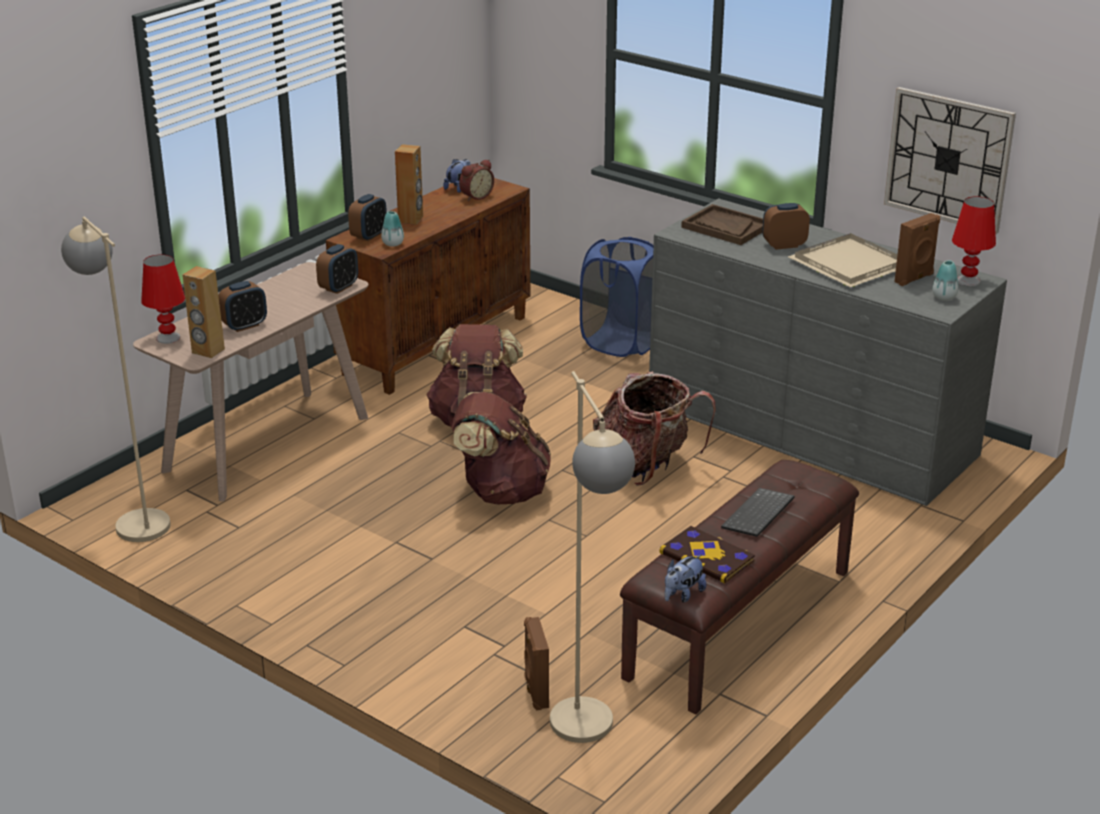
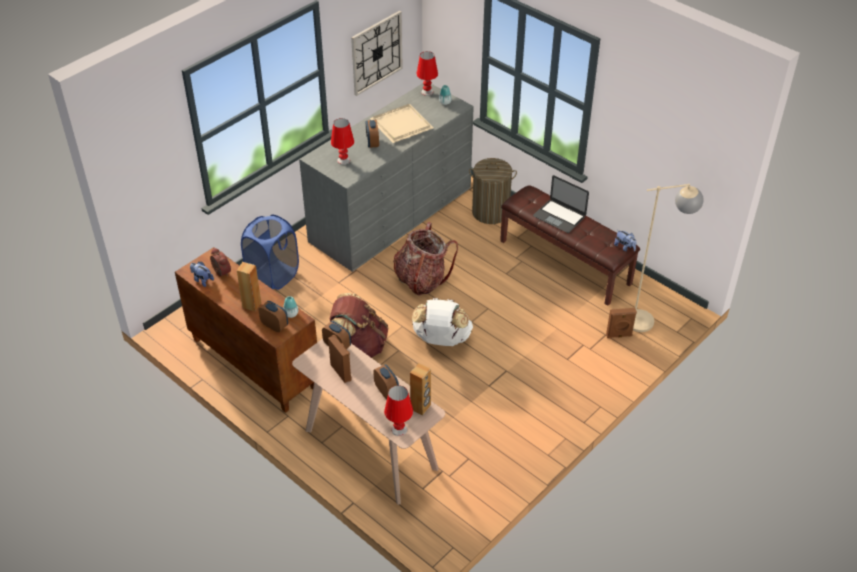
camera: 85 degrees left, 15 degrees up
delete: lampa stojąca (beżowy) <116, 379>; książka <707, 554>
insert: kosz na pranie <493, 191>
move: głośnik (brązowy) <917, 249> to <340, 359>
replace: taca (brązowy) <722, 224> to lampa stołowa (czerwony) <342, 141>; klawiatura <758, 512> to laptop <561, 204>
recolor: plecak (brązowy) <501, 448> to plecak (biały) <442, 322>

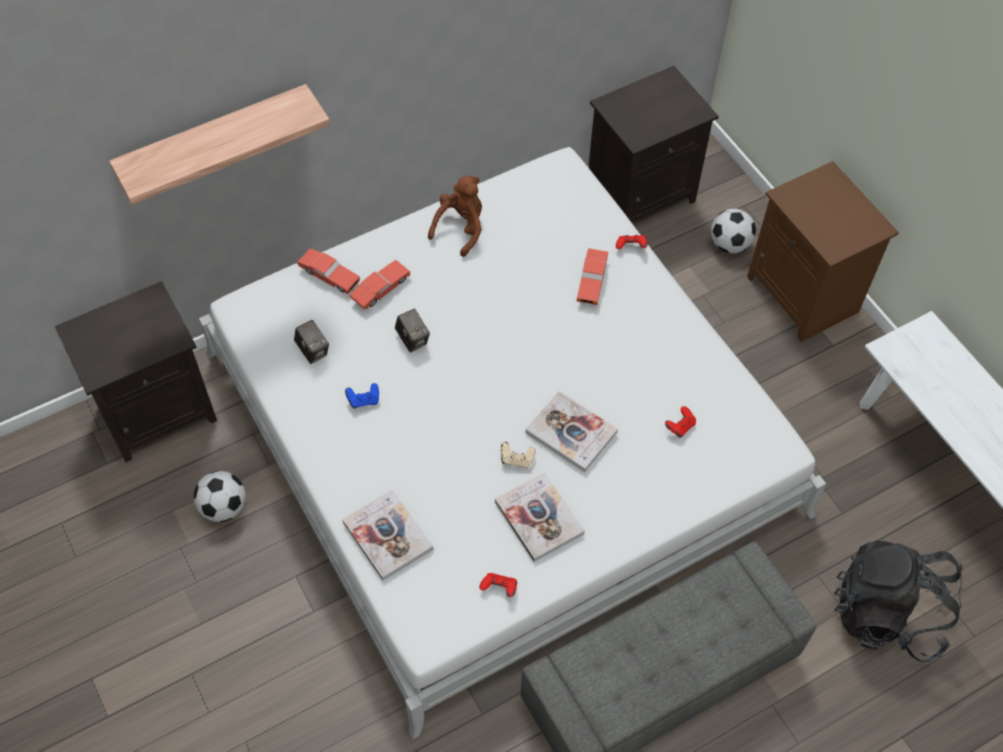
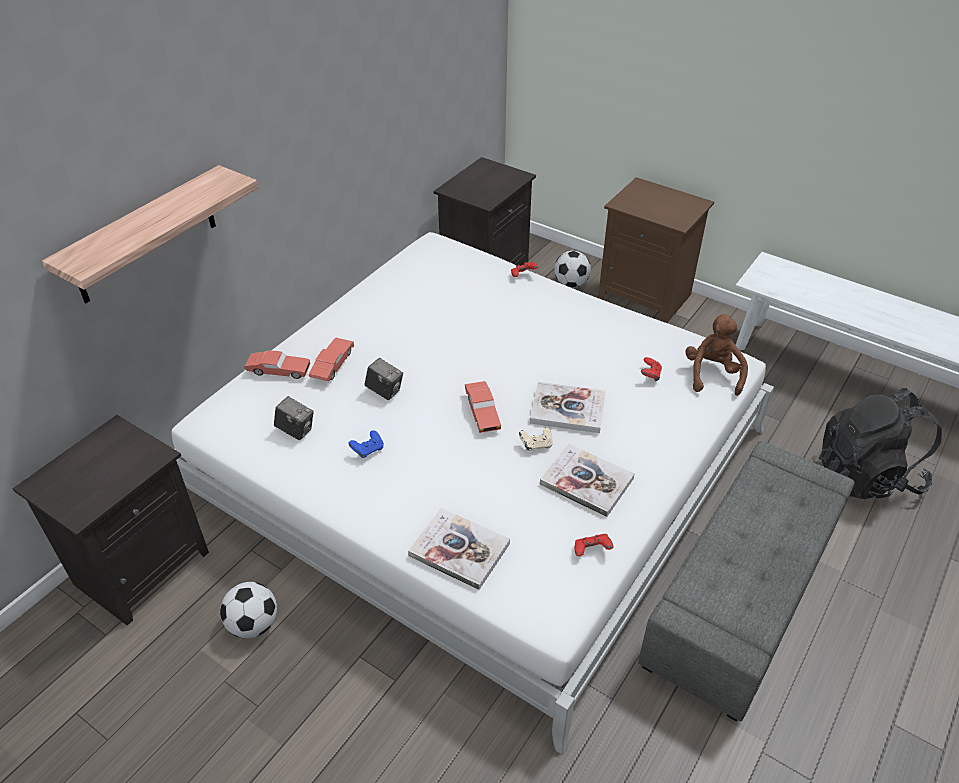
camera: 25 degrees left, 15 degrees down
move: pluszak (brązowy) <455, 216> to <716, 355>; samochodzik (czerwony) <592, 276> to <483, 407>

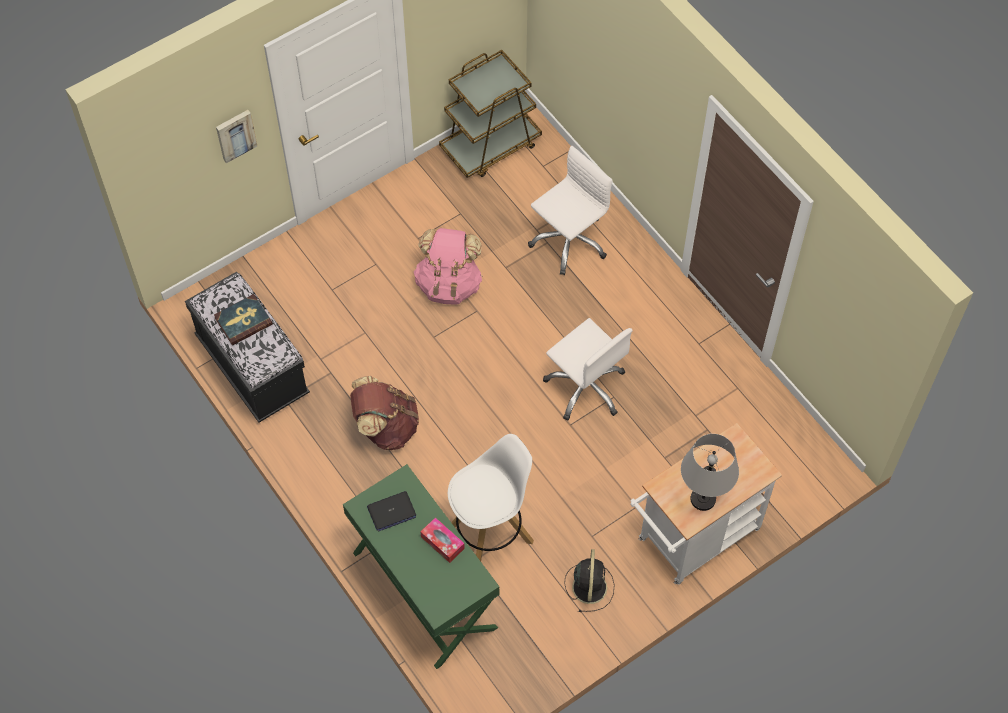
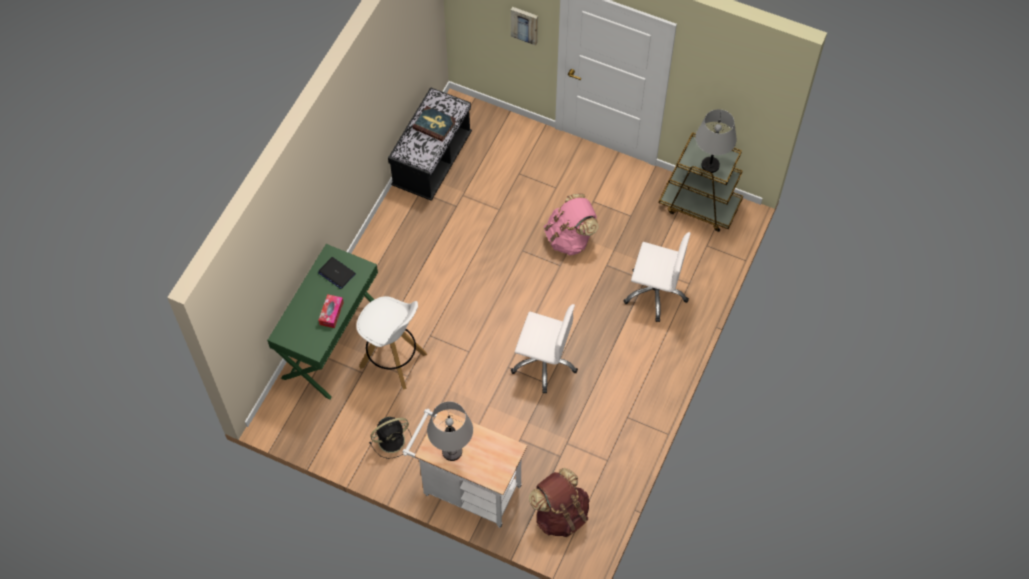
camera: 60 degrees right, 0 degrees up
insert: lampa stołowa (szary) <716, 141>
move: plecak (brązowy) <384, 413> to <559, 502>
rotate: krzesło biurowe (biały) <588, 369> = <544, 348> 90 degrees counterclockwise

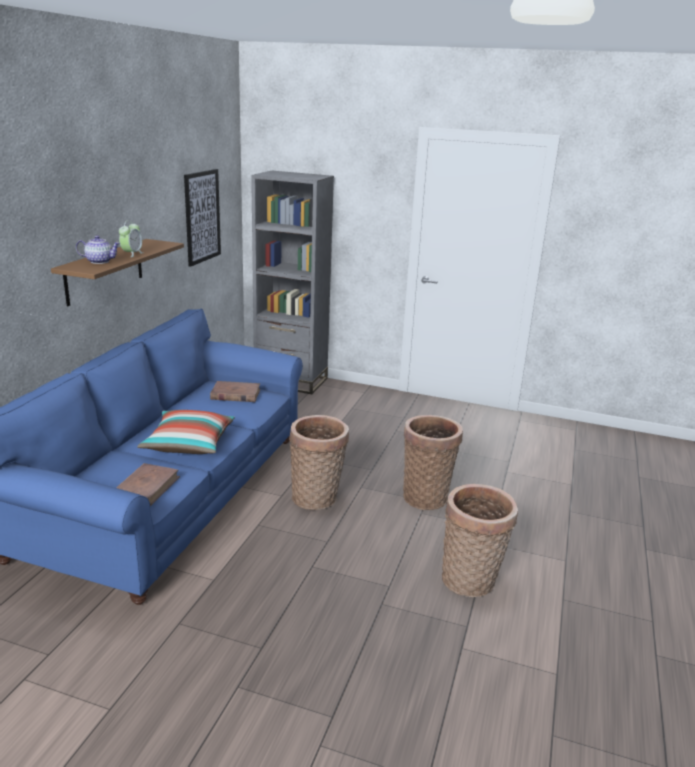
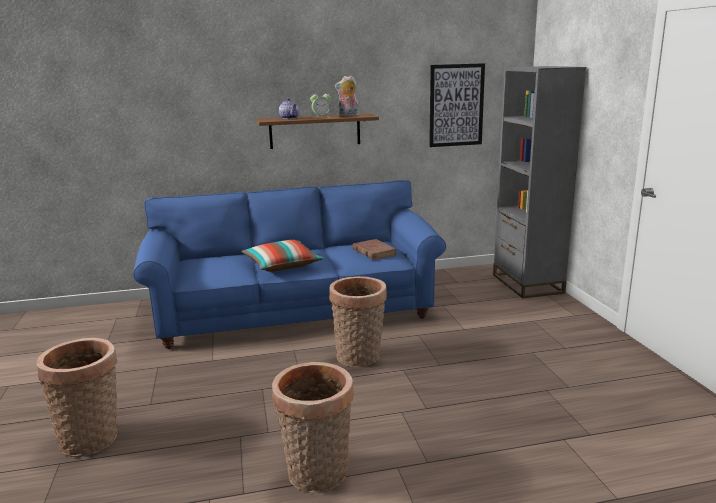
camera: 60 degrees right, 5 degrees down
delete: książka (brązowy) <148, 484>
insert: pluszak <347, 96>
move: koszyk <433, 462> to <77, 397>

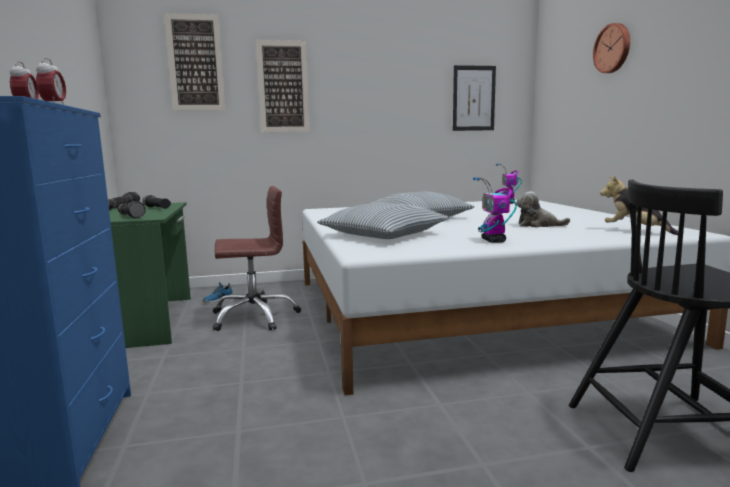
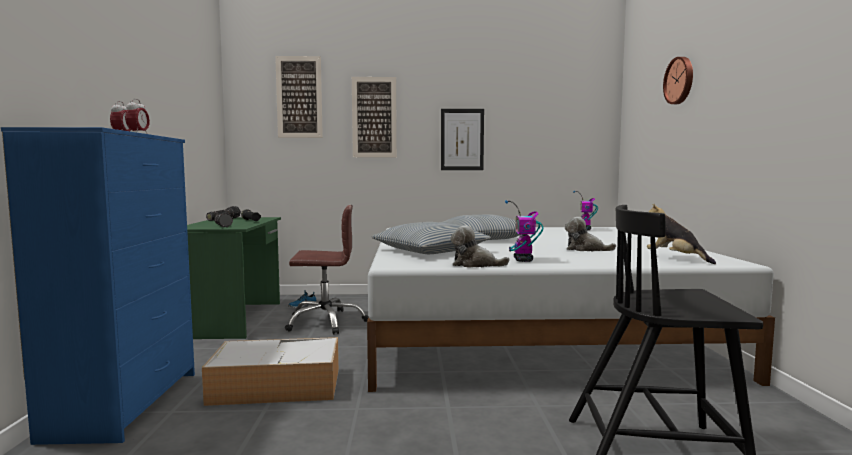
camera: 10 degrees right, 5 degrees down
insert: pojemnik do przechowywania <270, 371>; pluszak <480, 246>
move: obraz <474, 98> to <462, 139>

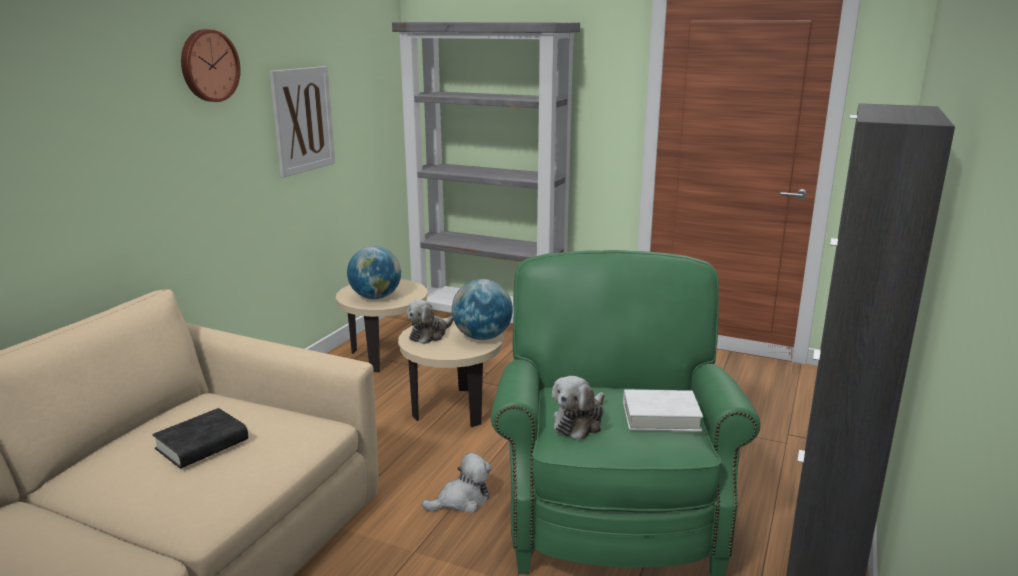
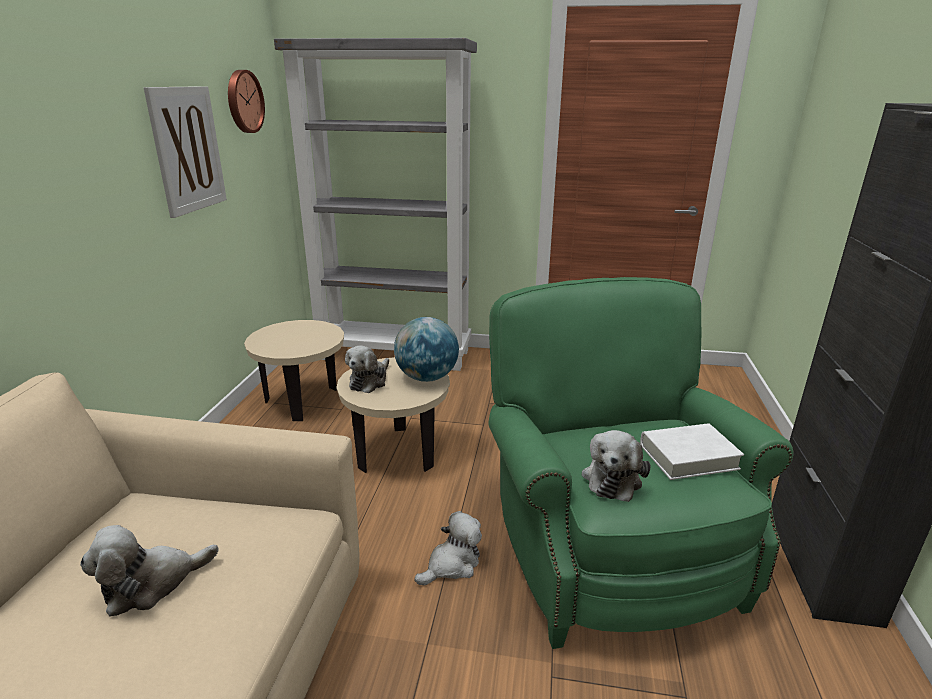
camera: 15 degrees left, 5 degrees up
delete: globus <374, 272>
move: zegar ścienny <211, 65> to <246, 101>
replace: książka (czarny) <200, 438> to pluszak <149, 571>

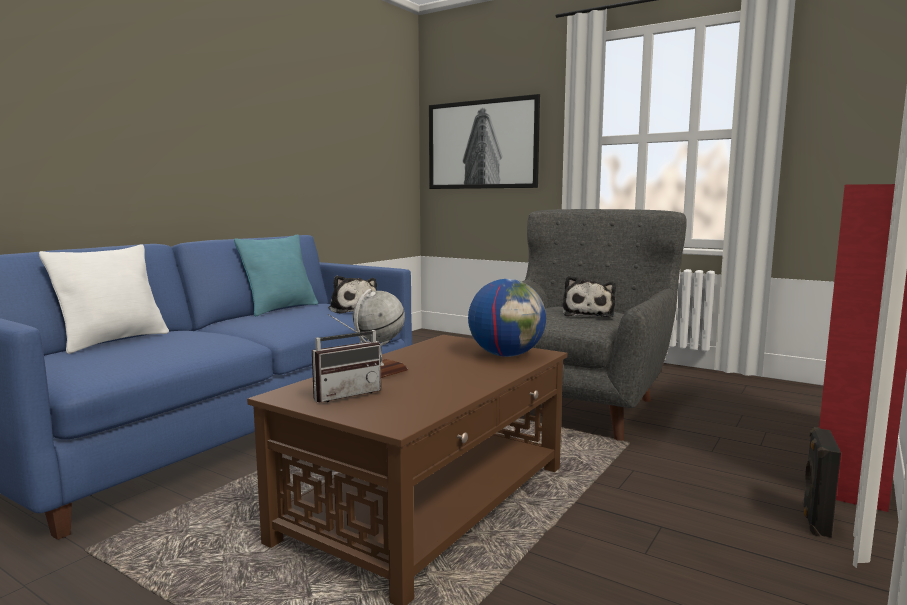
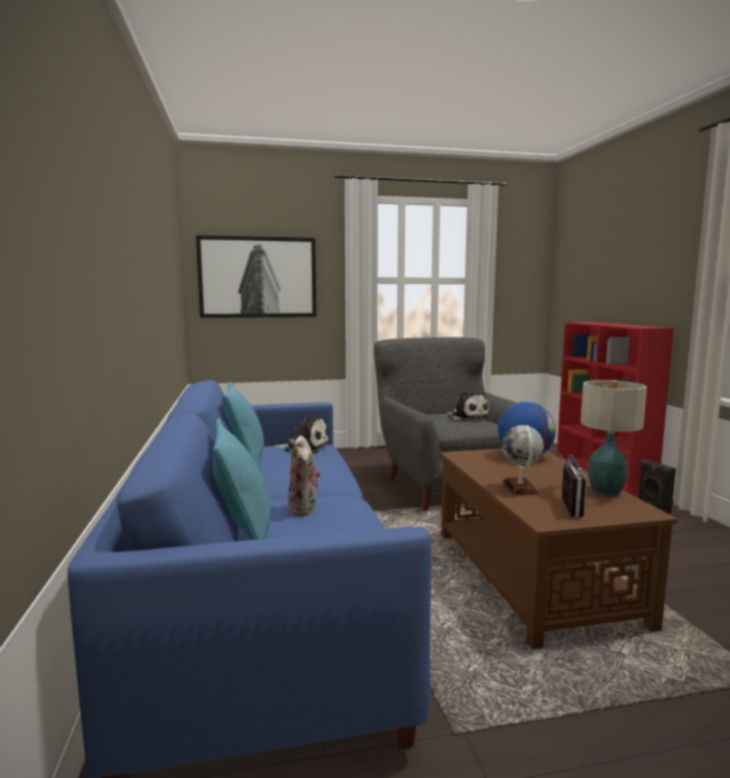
camera: 45 degrees left, 0 degrees up
insert: pluszak <304, 475>; lampa stołowa <614, 438>
recolor: poduszka (biały) <104, 299> to poduszka (turkusowy) <242, 479>

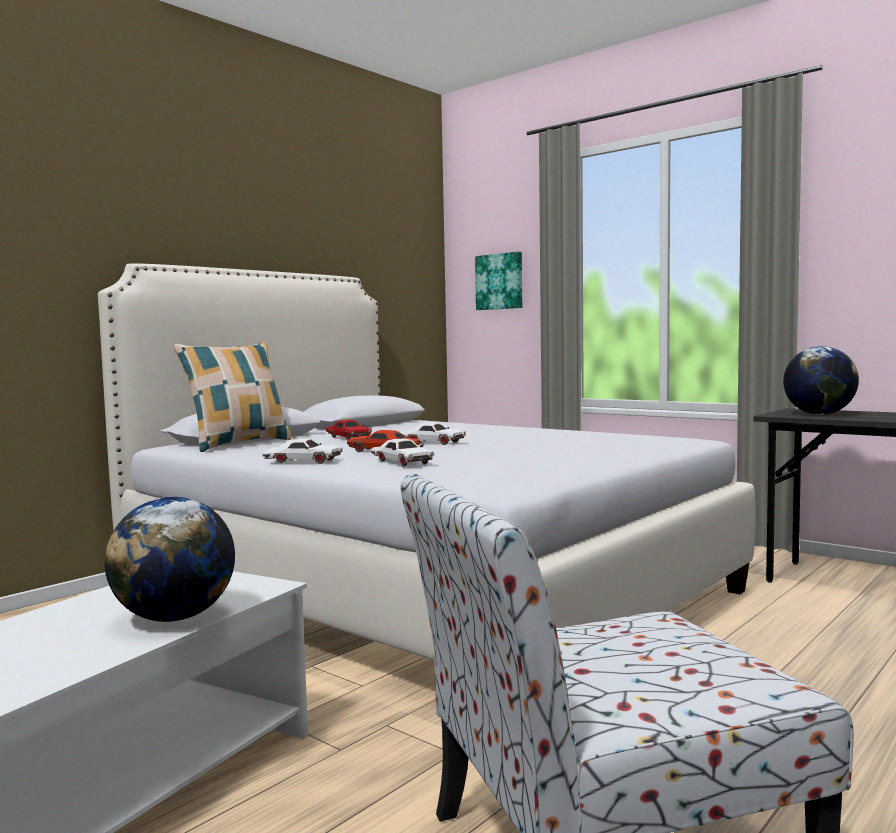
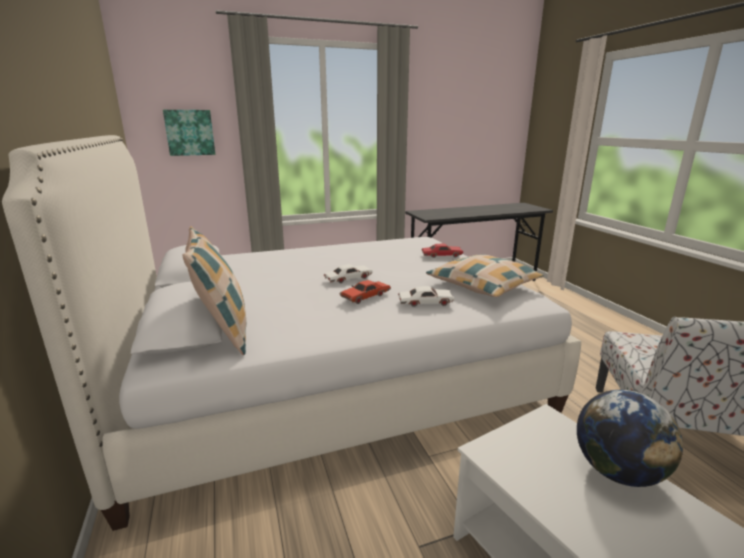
camera: 60 degrees left, 15 degrees up
delete: samochodzik (biały) <302, 451>; globus <821, 380>
insert: poduszka <485, 275>
move: samochodzik (czerwony) <349, 430> to <442, 251>

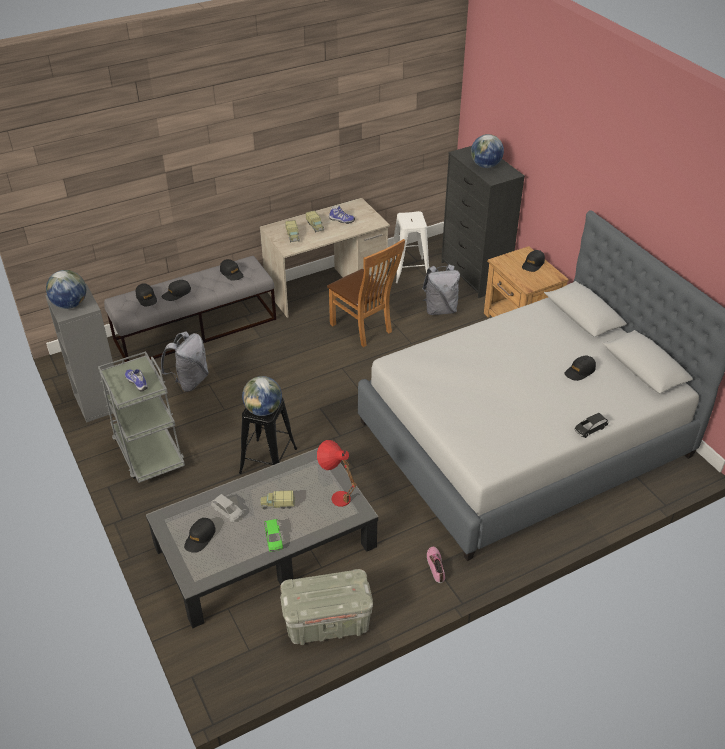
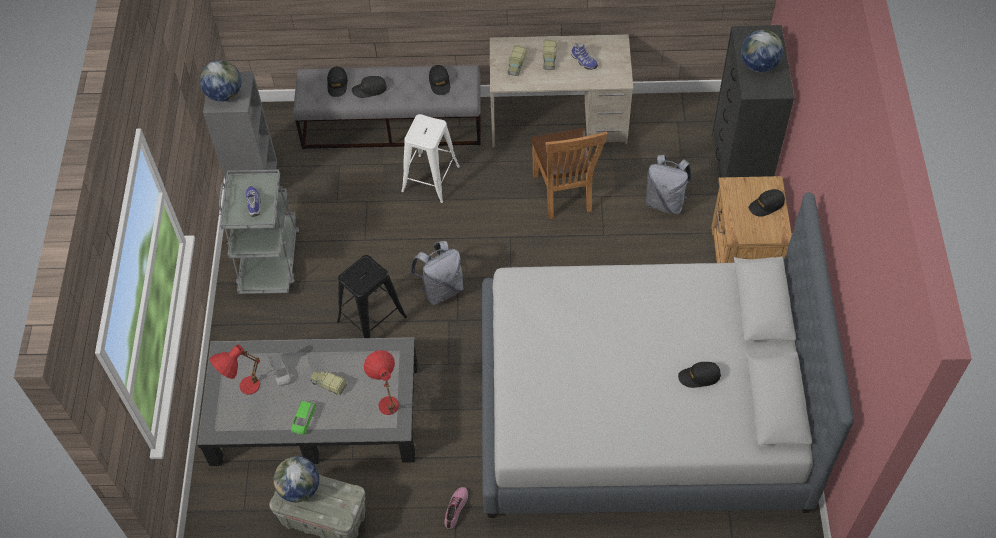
camera: 30 degrees right, 15 degrees up
delete: samochodzik (czarny) <591, 425>
move: plecak (szary) <185, 361> to <437, 273>; globus <262, 396> to <296, 479>; stołek (biały) <409, 247> to <430, 158>
replace: czapka z daszkiem (czarny) <200, 535> to lampa stołowa (czerwony) <235, 369>

